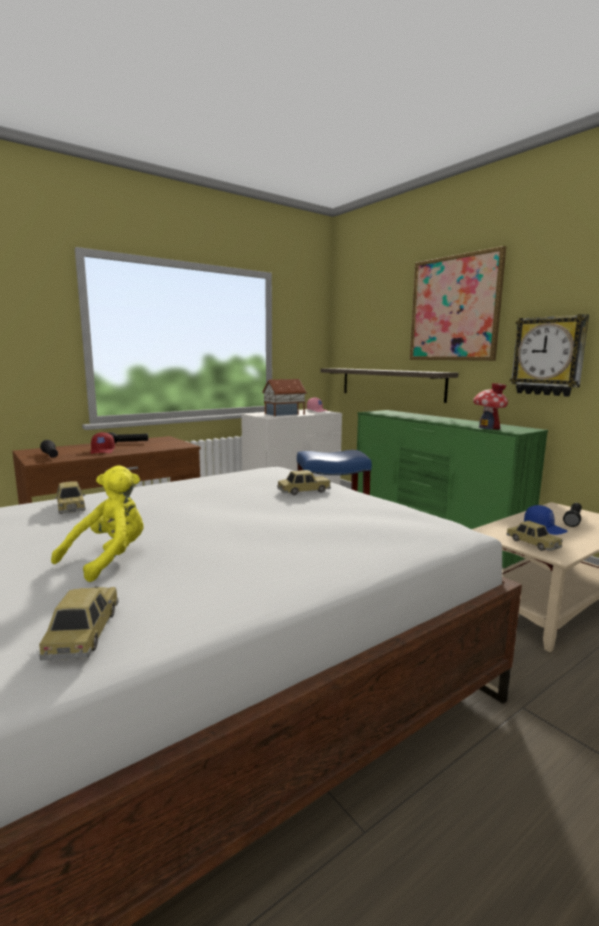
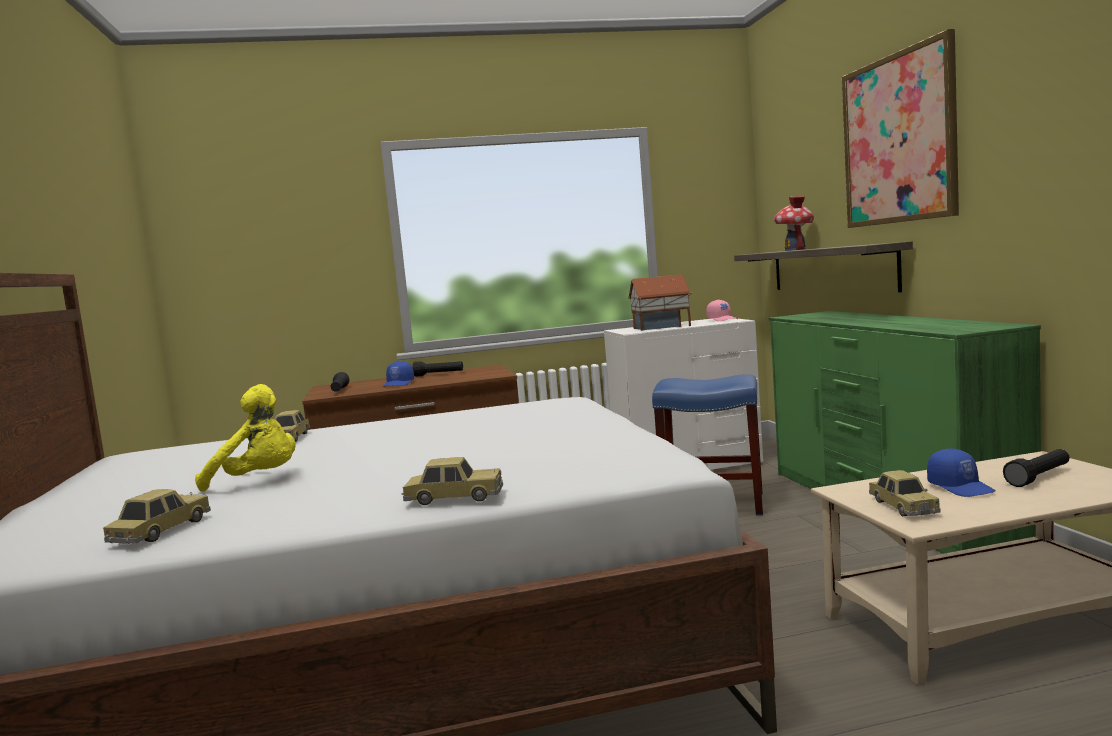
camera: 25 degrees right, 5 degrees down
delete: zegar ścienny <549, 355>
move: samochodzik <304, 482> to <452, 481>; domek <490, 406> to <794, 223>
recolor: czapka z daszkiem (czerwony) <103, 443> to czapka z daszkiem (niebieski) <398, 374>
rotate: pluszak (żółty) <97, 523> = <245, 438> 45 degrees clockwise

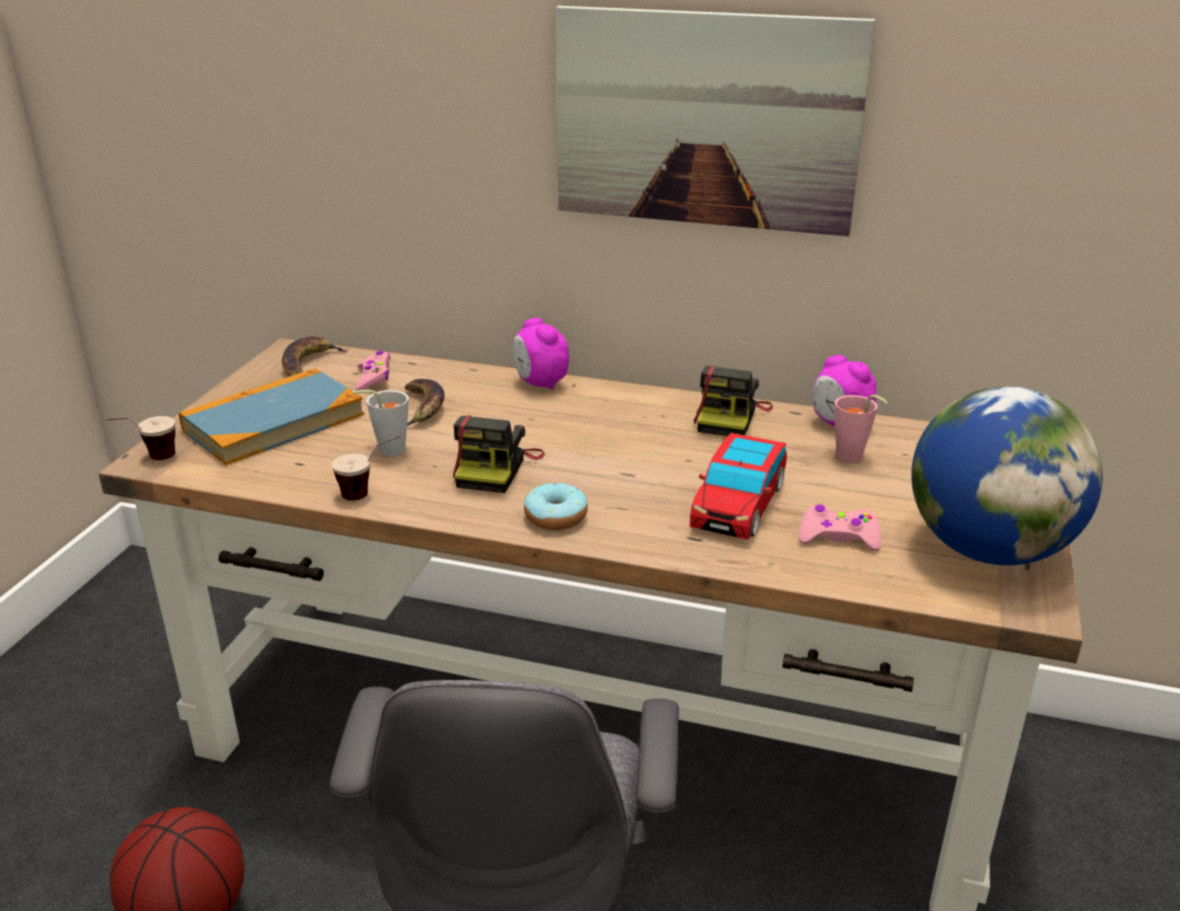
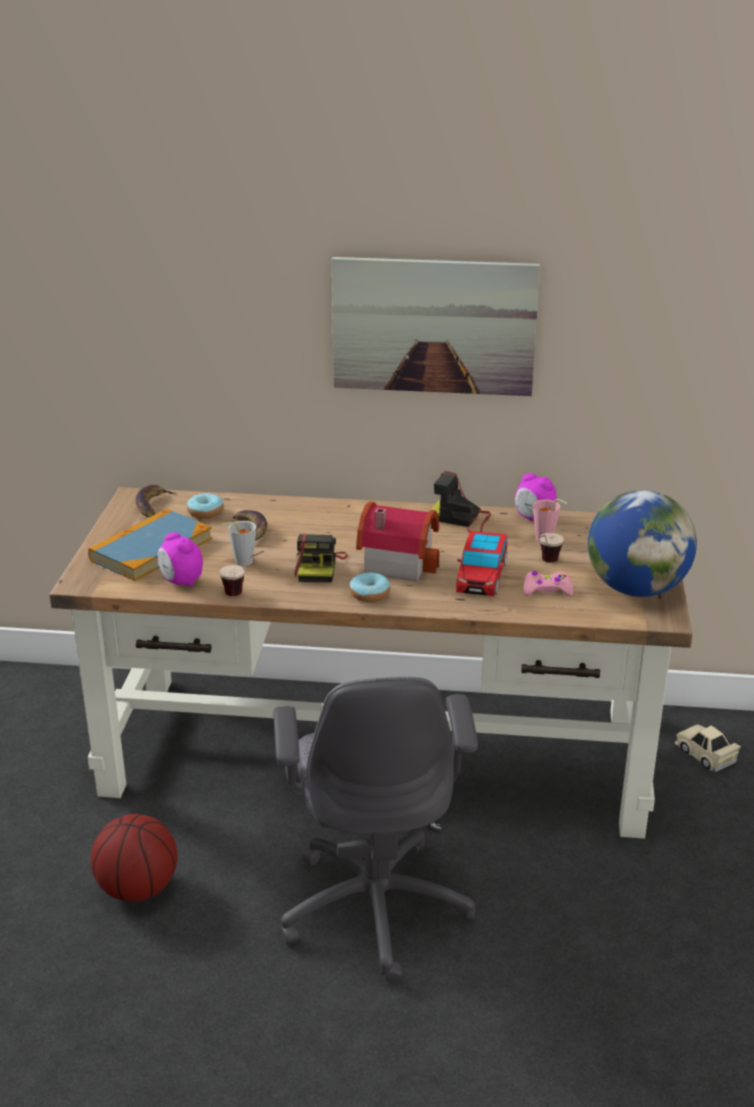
camera: 10 degrees left, 0 degrees up
insert: domek <397, 541>; samochodzik (beżowy) <708, 748>
move: filiżanka <140, 438> to <551, 547>; budzik <541, 354> to <180, 559>
replace: pad do gier (różowy) <372, 370> to donut <205, 506>
rotate: aparat fotograficzny <733, 401> = <461, 502> 105 degrees clockwise

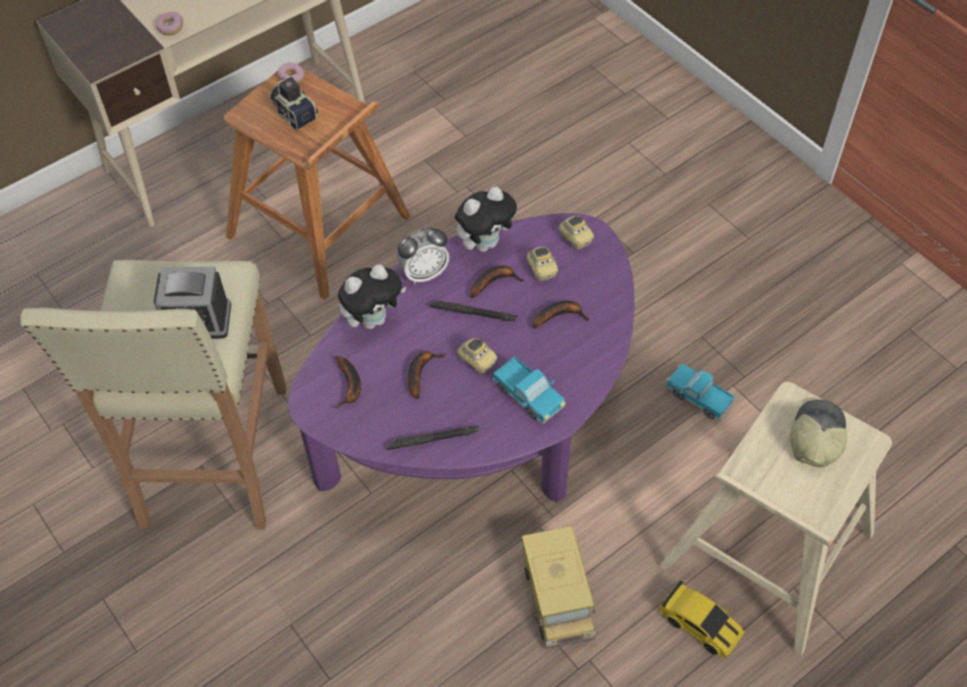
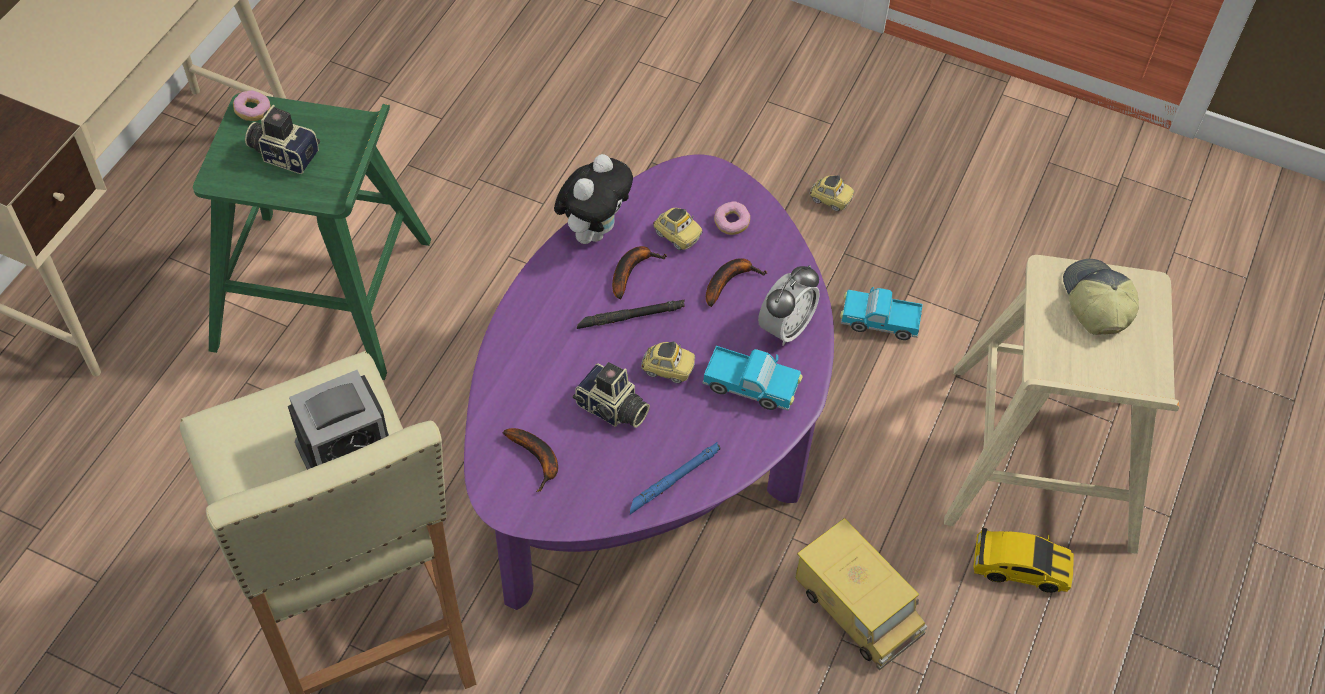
camera: 30 degrees left, 0 degrees up
delete: pluszak <372, 296>
move: donut <169, 23> to <732, 218>; budzik <423, 255> to <789, 305>; samochodzik <576, 232> to <831, 193>
replace: banan <427, 375> to aparat fotograficzny <611, 395>
recolor: stołek (brązowy) <317, 184> to stołek (zielony) <312, 236>; latarka (czarny) <433, 437> to latarka (niebieski) <675, 478>

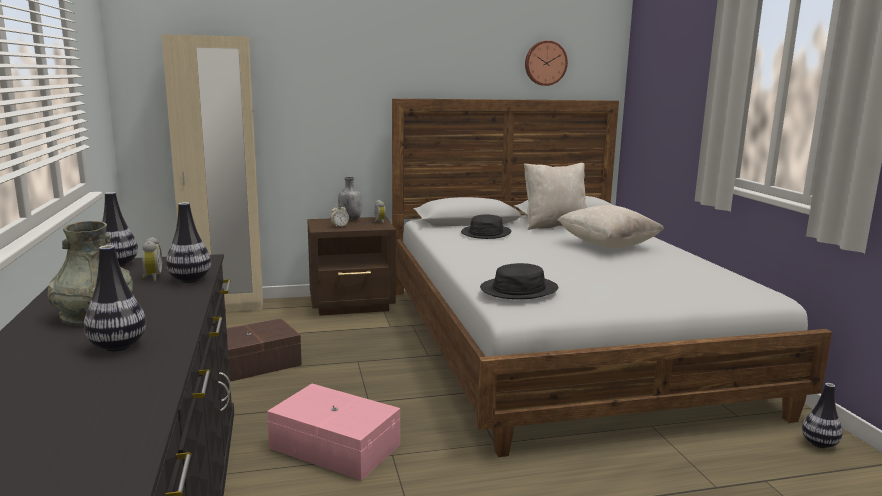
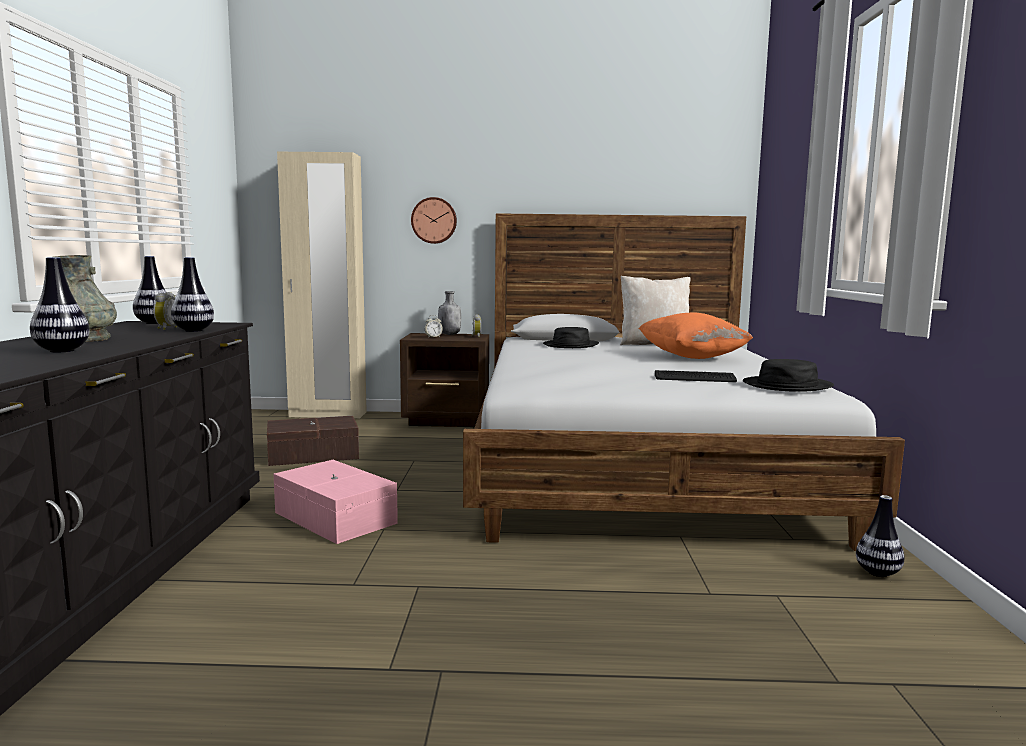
camera: 15 degrees right, 5 degrees down
insert: klawiatura <696, 376>
move: kapelusz (czarny) <519, 281> to <788, 375>; zegar ścienny <546, 63> to <434, 220>
recolor: poduszka (beżowy) <610, 226> to poduszka (pomarańczowy) <695, 336>

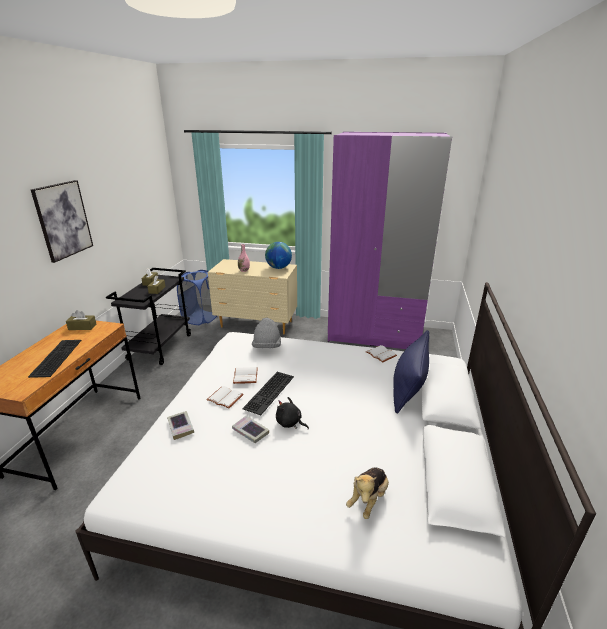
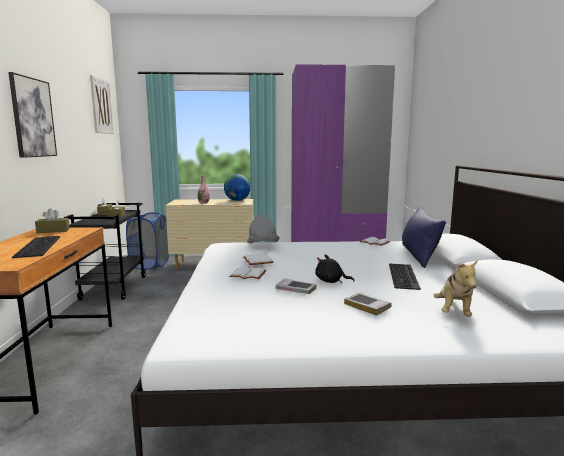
camera: 15 degrees left, 15 degrees down
insert: obraz <102, 104>
move: książka <180, 425> to <368, 304>; klawiatura <268, 393> to <405, 277>

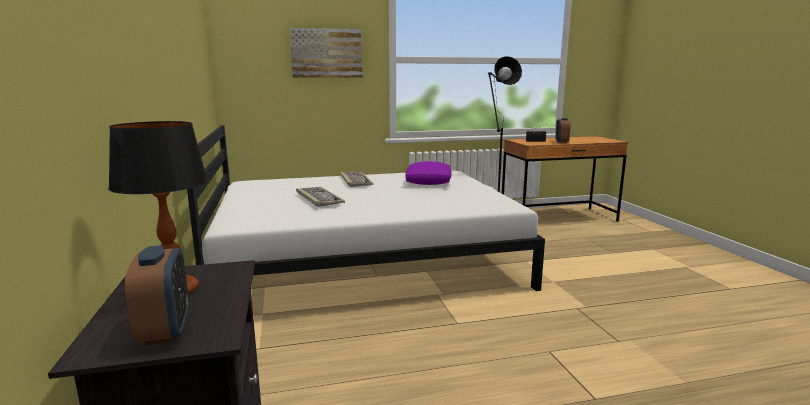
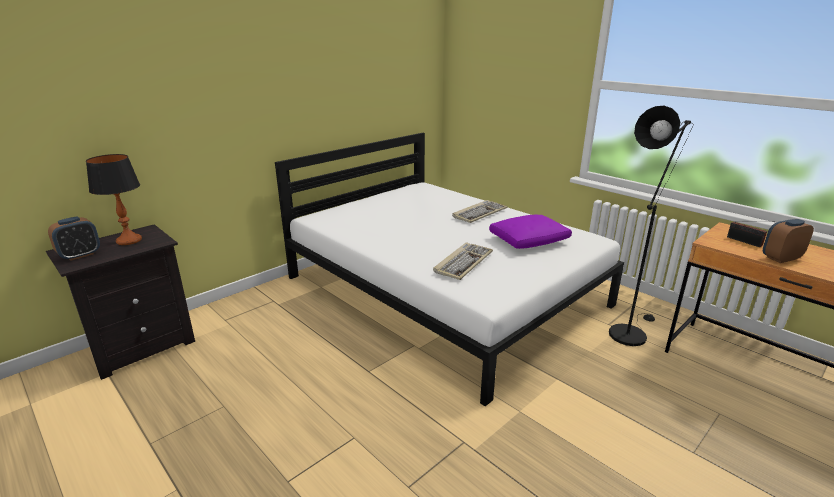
camera: 60 degrees right, 10 degrees up
delete: obraz <326, 53>
move: klawiatura <320, 197> to <463, 261>

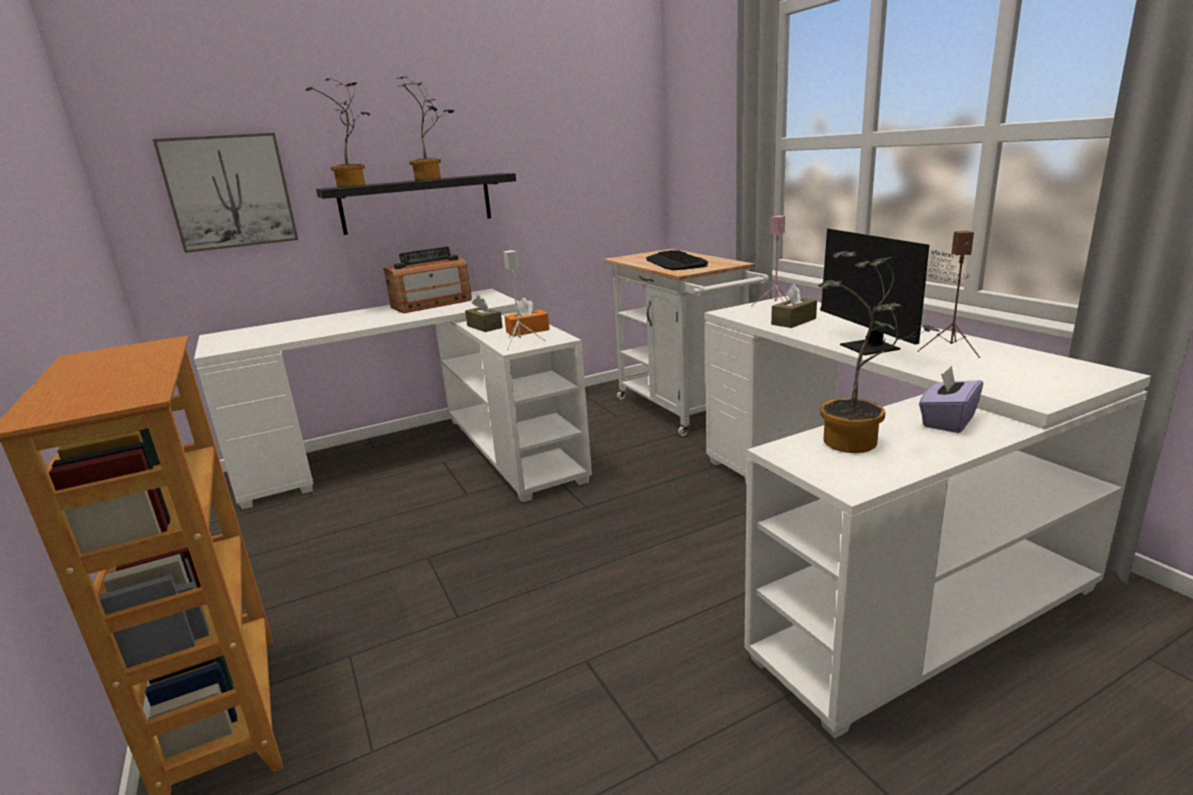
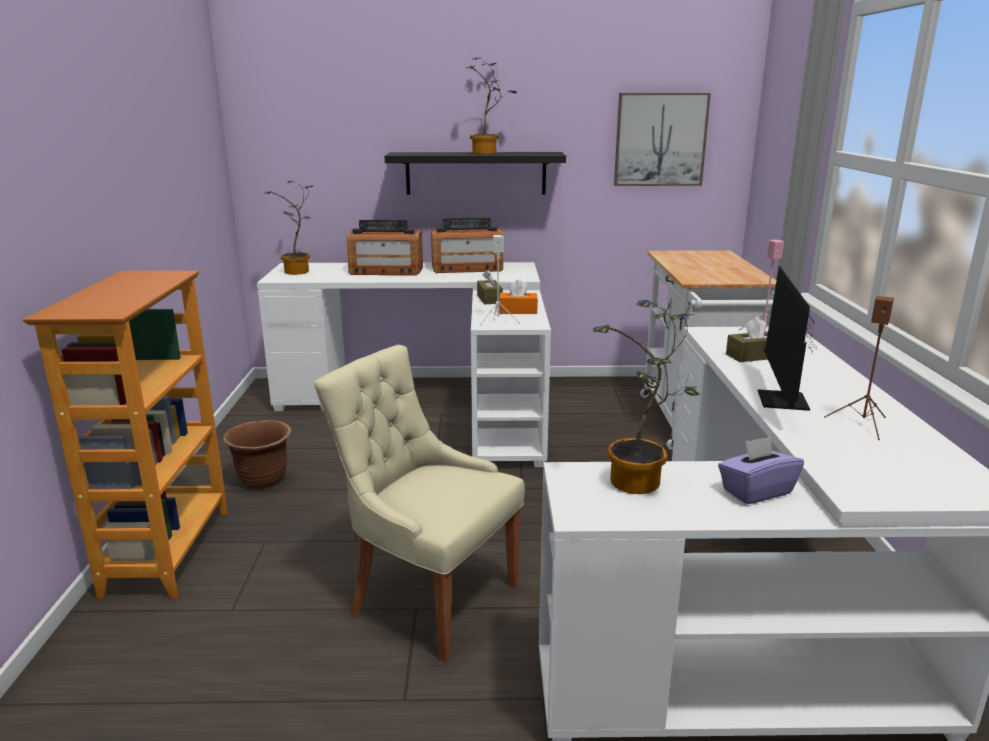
camera: 25 degrees right, 0 degrees up
delete: klawiatura <677, 260>
insert: donica (brązowy) <257, 454>; krzesło (beżowy) <419, 503>; radio <385, 247>
move: obraz <225, 193> to <662, 139>; roślina doniczkowa <337, 132> to <288, 228>

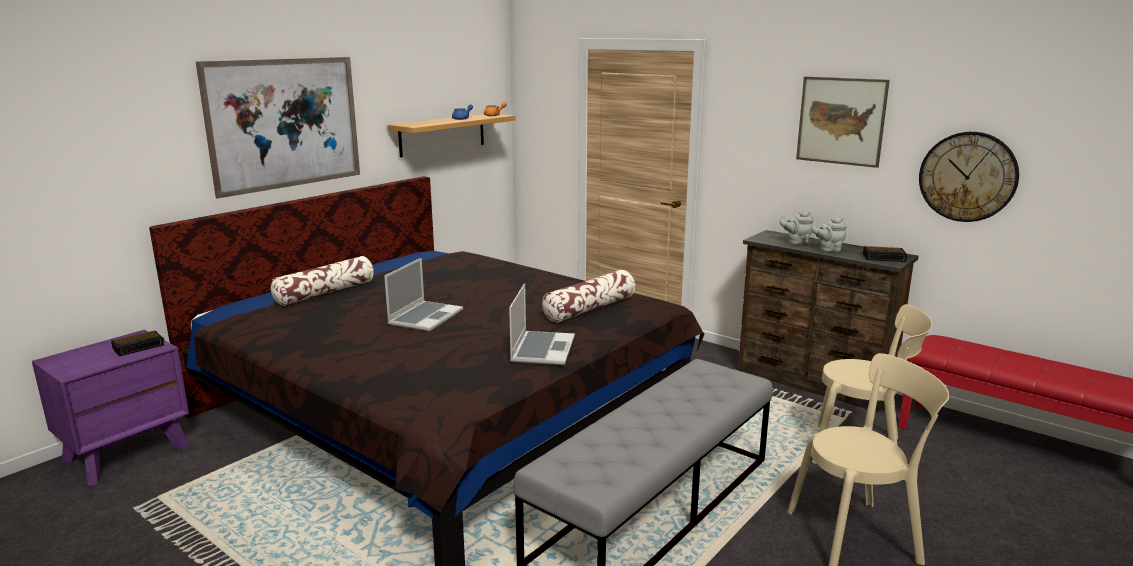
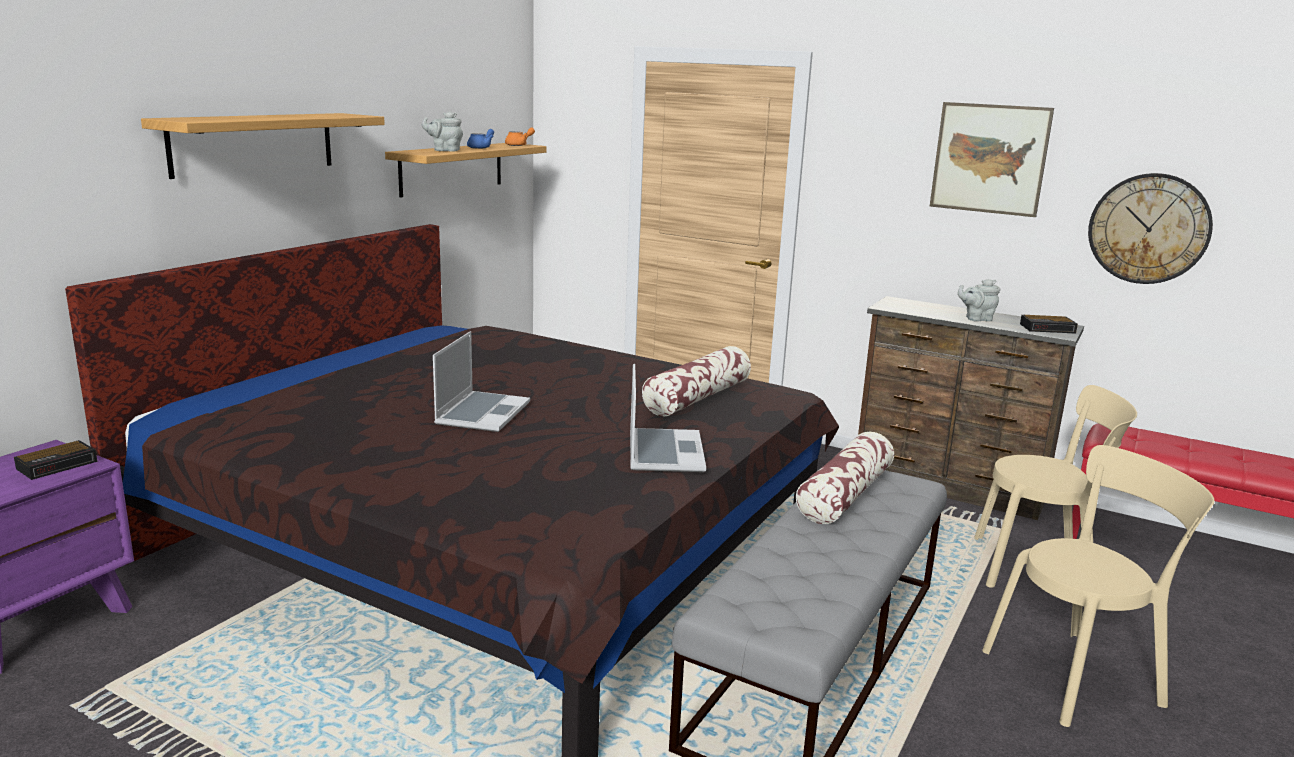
camera: 10 degrees left, 0 degrees up
move: poduszka <322, 281> to <845, 478>; imbryk (szary) <796, 227> to <442, 132>
replace: obraz <278, 128> to półka <263, 146>

